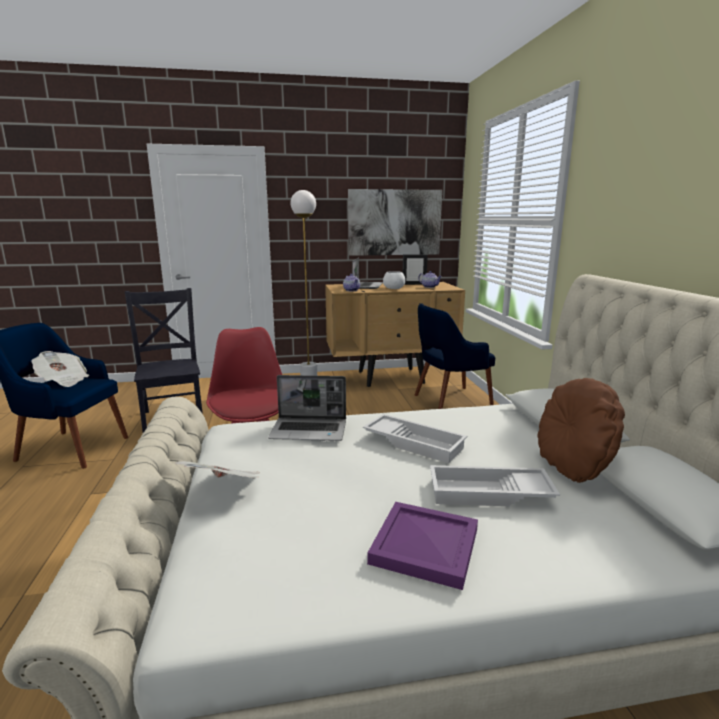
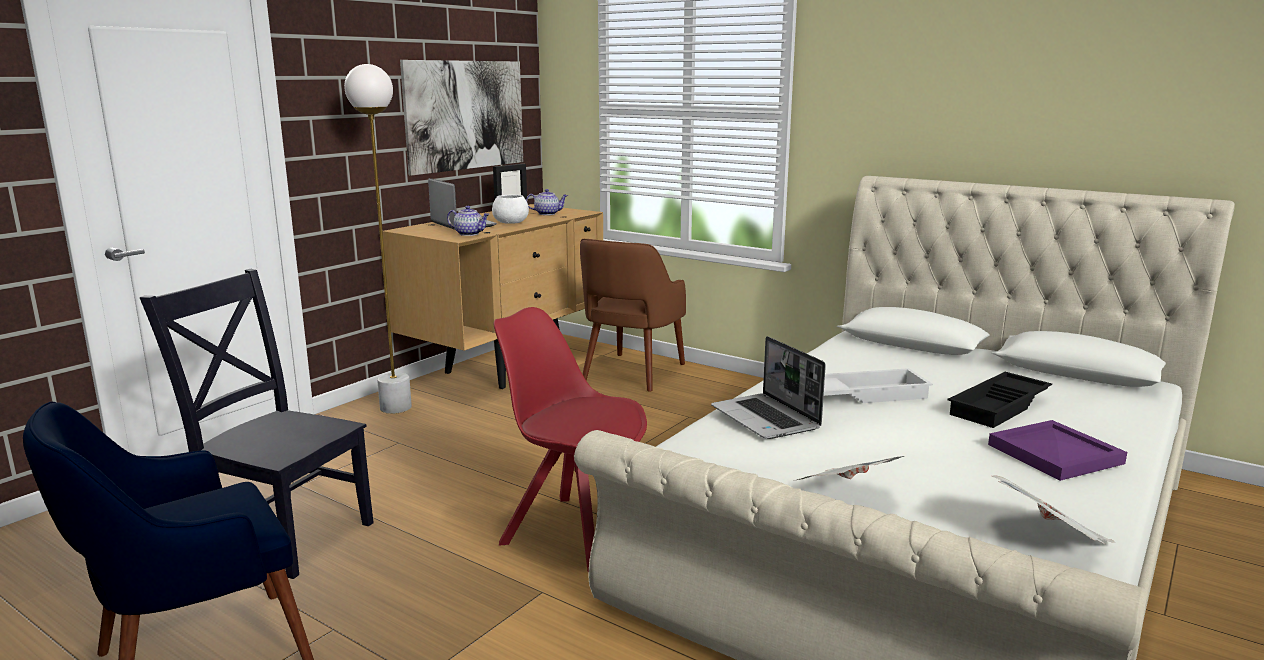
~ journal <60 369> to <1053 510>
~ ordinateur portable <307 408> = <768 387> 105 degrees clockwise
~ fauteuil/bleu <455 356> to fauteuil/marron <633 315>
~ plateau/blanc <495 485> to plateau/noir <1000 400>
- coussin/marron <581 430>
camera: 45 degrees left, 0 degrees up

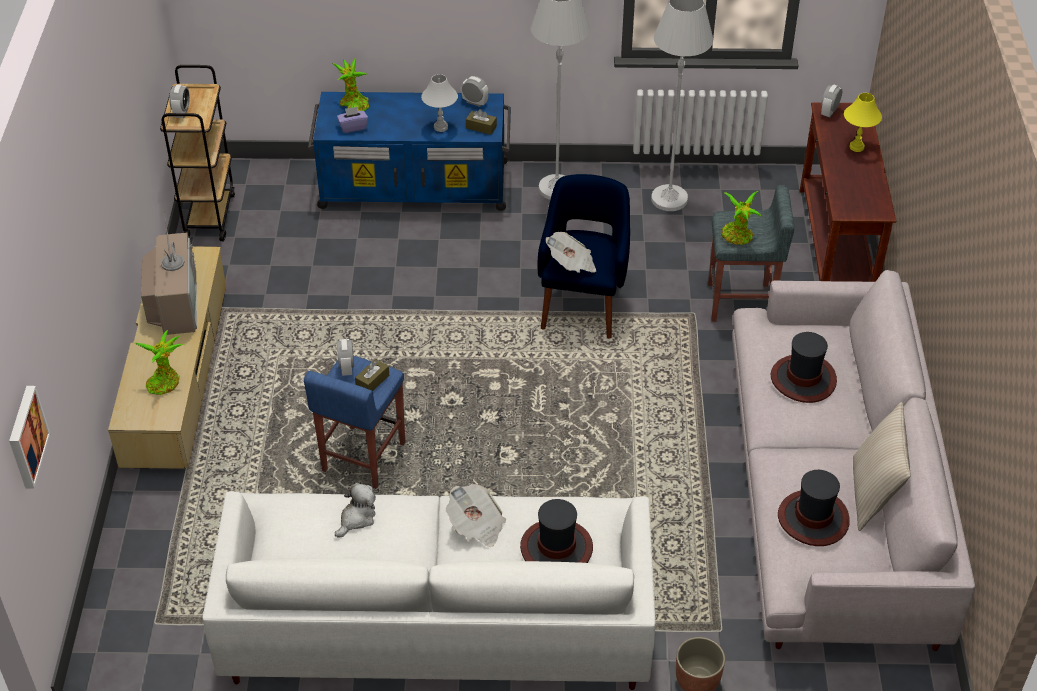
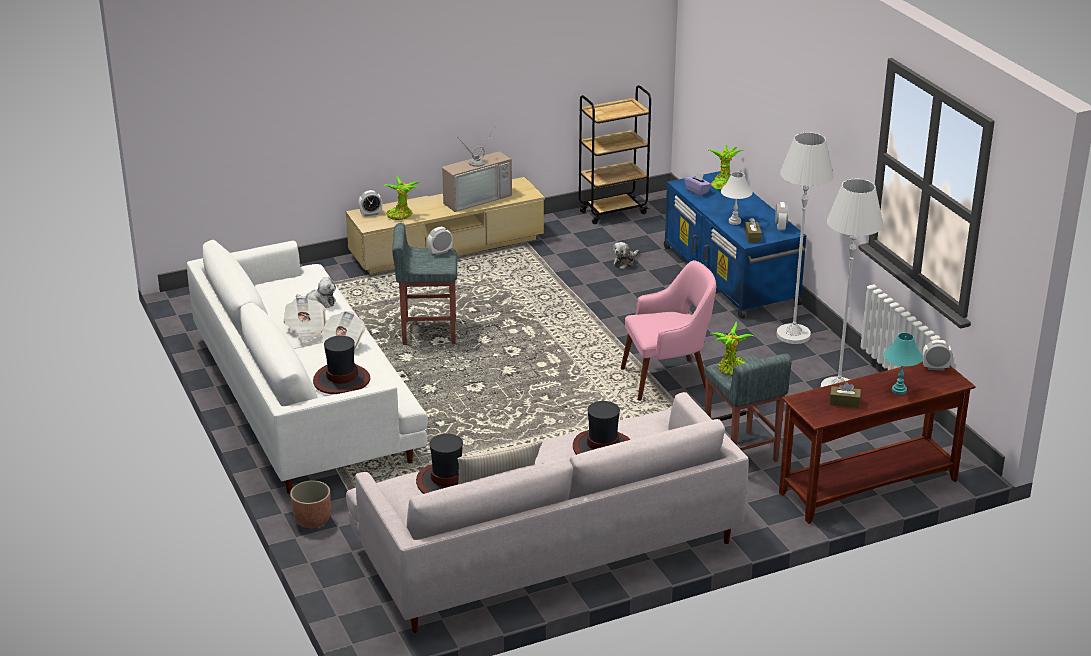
- tableau <29 437>
~ réveil <179 101> to <370 203>
~ tabouret/bleu <354 422> to tabouret/gris <424 284>
~ boîte à mouchoirs/marron <372 375> to <845 395>
~ fauteuil/bleu <584 256> to fauteuil/rose <668 330>
~ journal <571 252> to <305 319>
~ lampe de table/jaune <863 122> to lampe de table/turquoise <903 364>
+ peluche <626 255>
camera: 65 degrees right, 15 degrees down

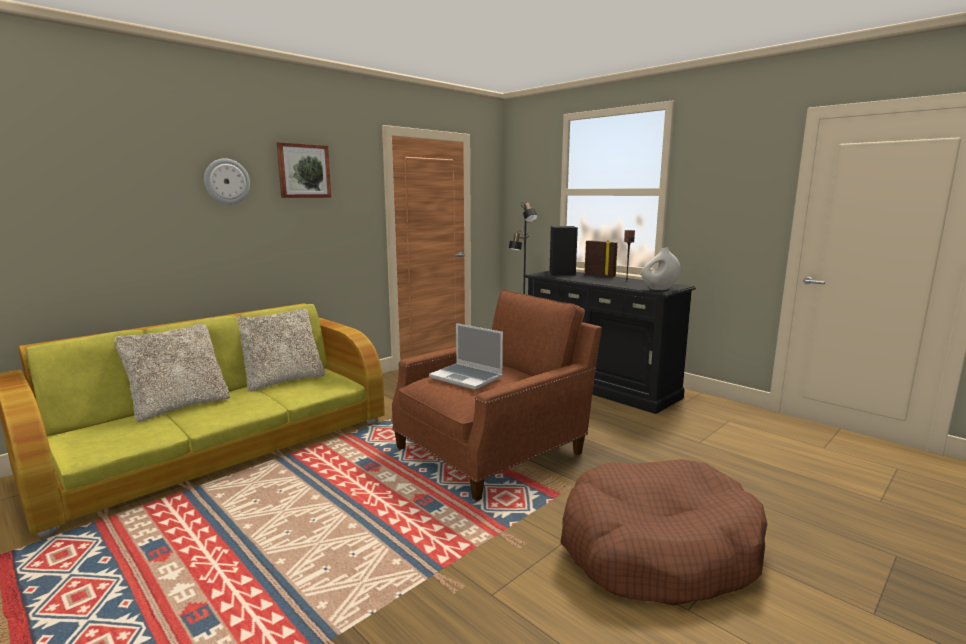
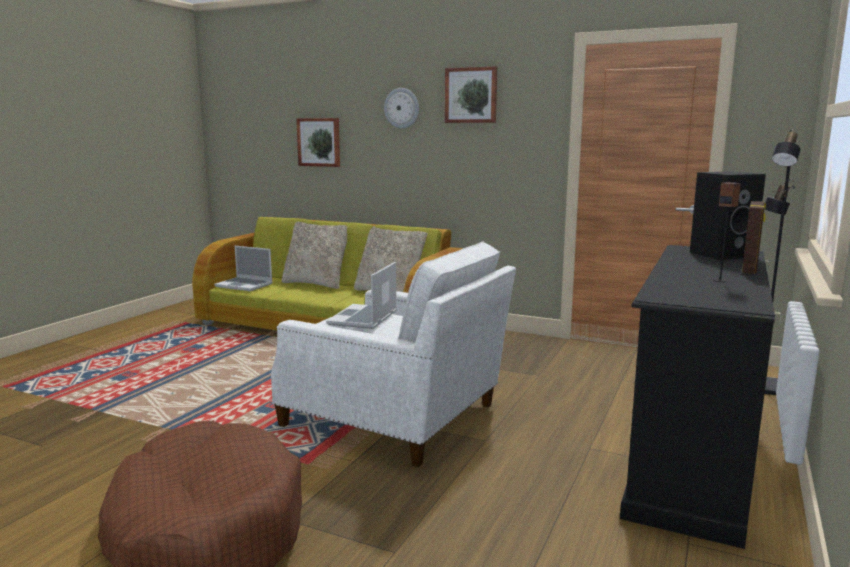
~ fauteuil/marron <497 395> to fauteuil/blanc <393 354>
- vase/blanc <660 269>
+ ordinateur portable <243 268>
+ tableau <318 142>
camera: 70 degrees right, 0 degrees up

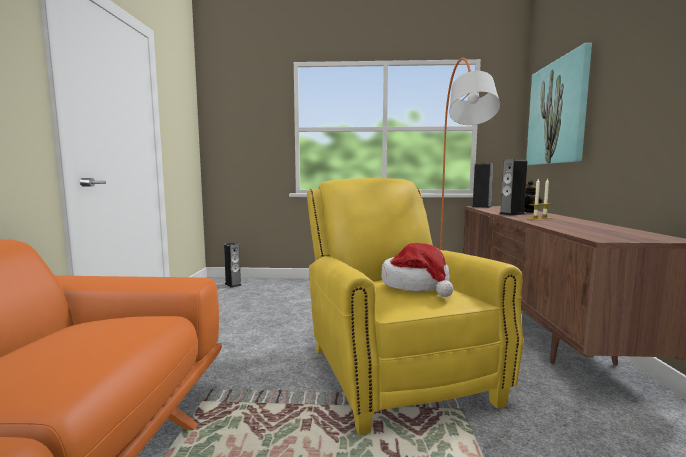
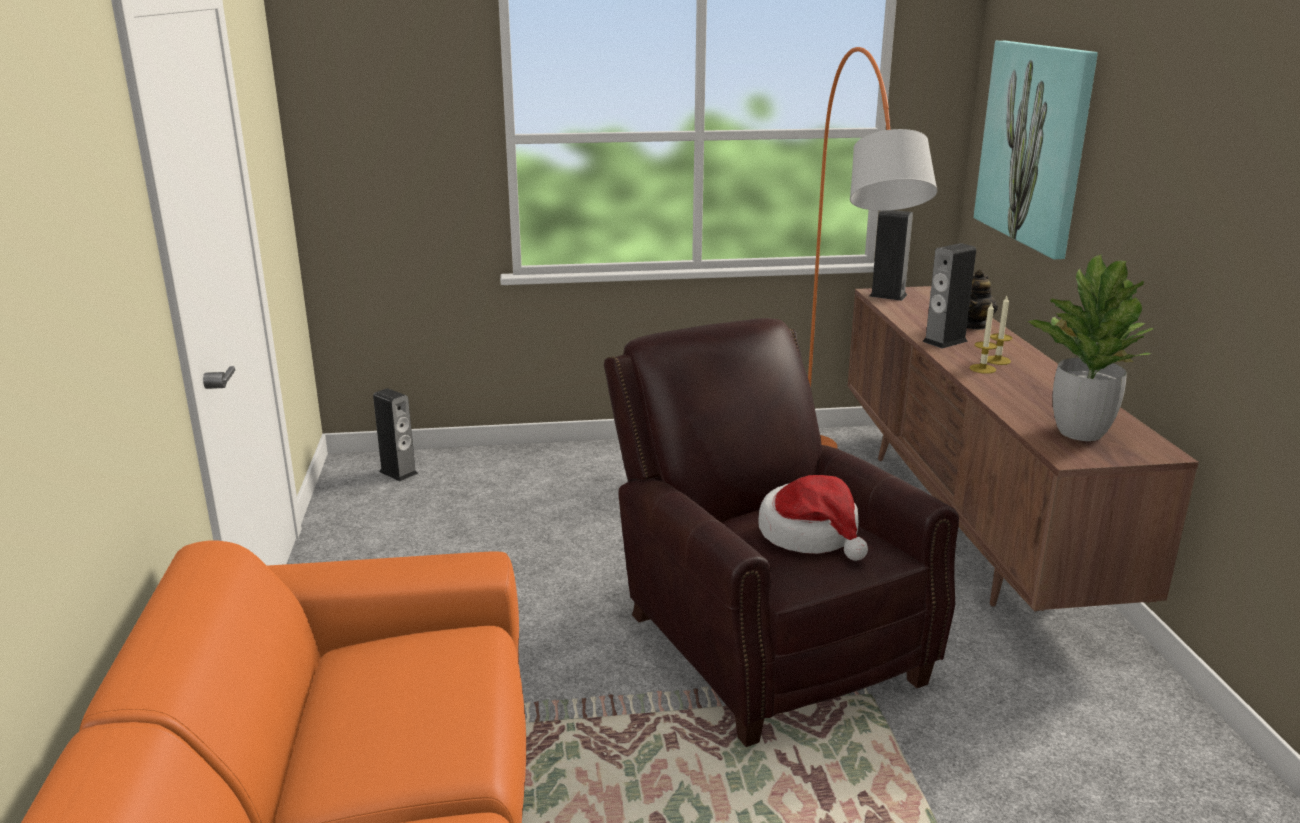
~ fauteuil/jaune <415 306> to fauteuil/marron <781 532>
+ plante en pot <1090 347>
camera: 10 degrees left, 15 degrees up

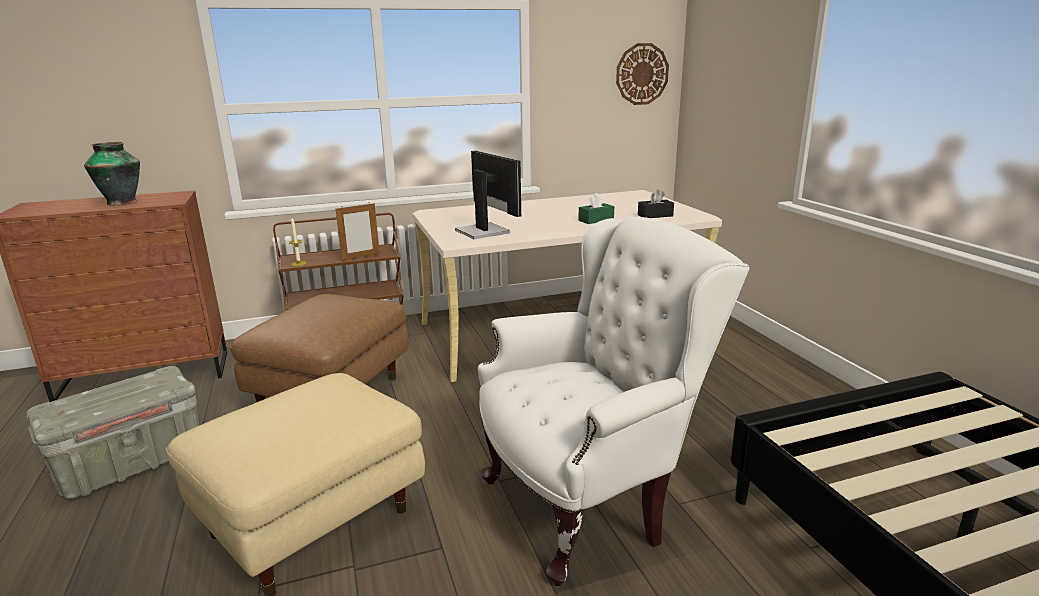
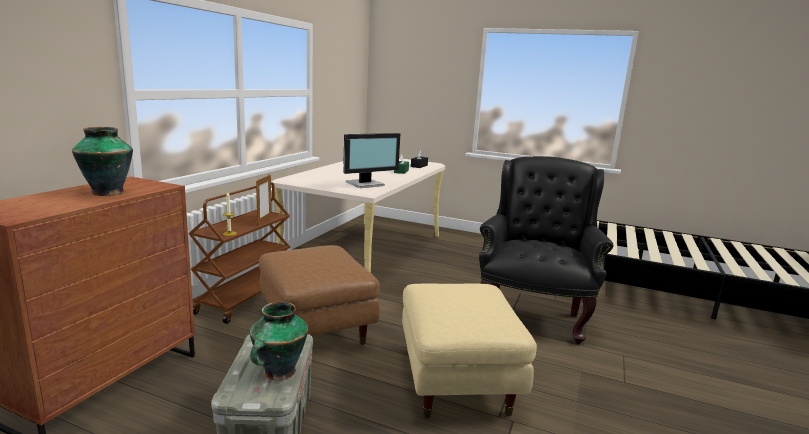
~ écran d'ordinateur <488 195> = <371 160> 135 degrees clockwise
~ fauteuil/blanc <614 401> to fauteuil/noir <546 250>
- horloge murale <642 74>
+ vase <279 341>
camera: 50 degrees left, 5 degrees down

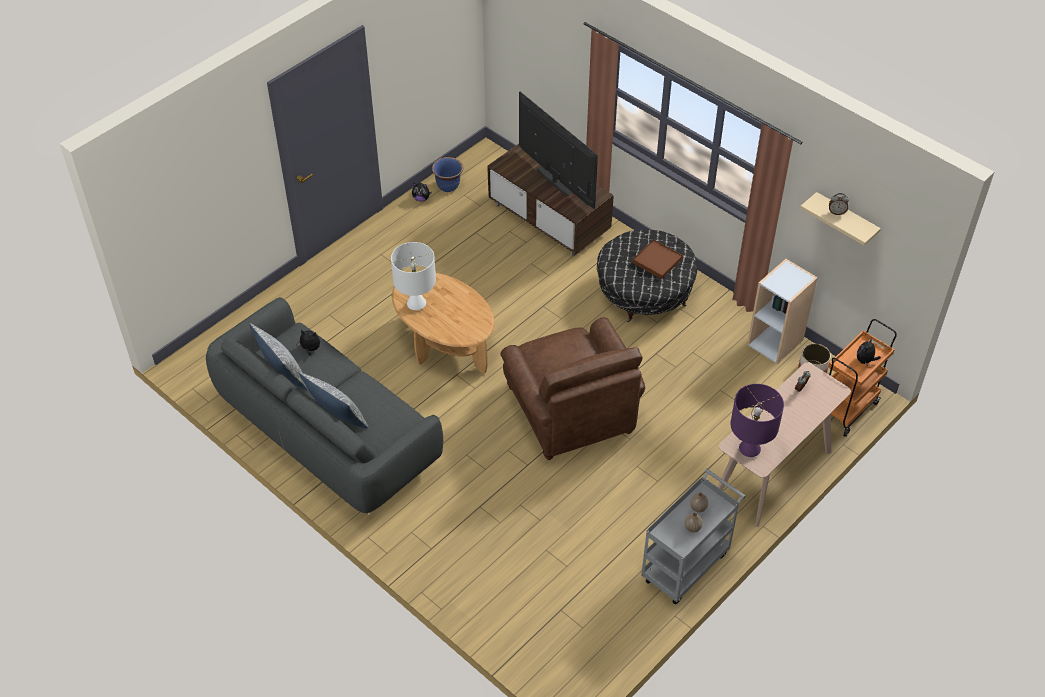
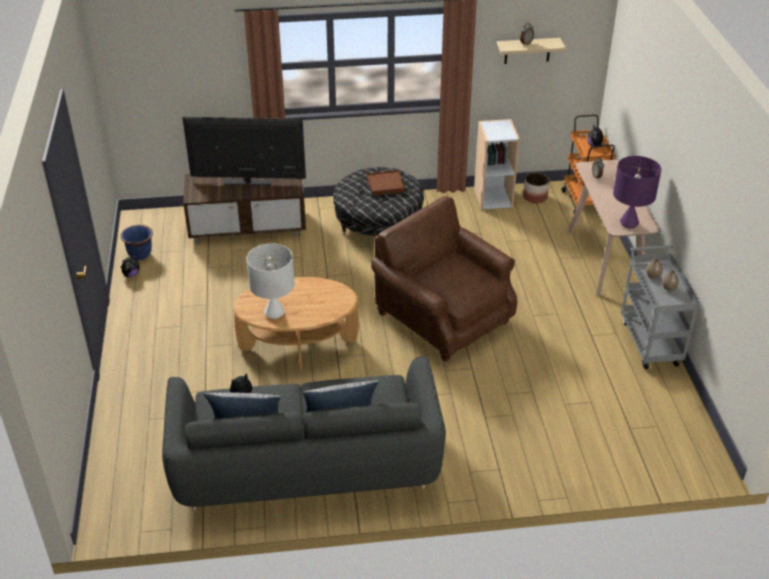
~ fauteuil/marron <572 388> = <444 278> 150 degrees counterclockwise
camera: 50 degrees left, 10 degrees down

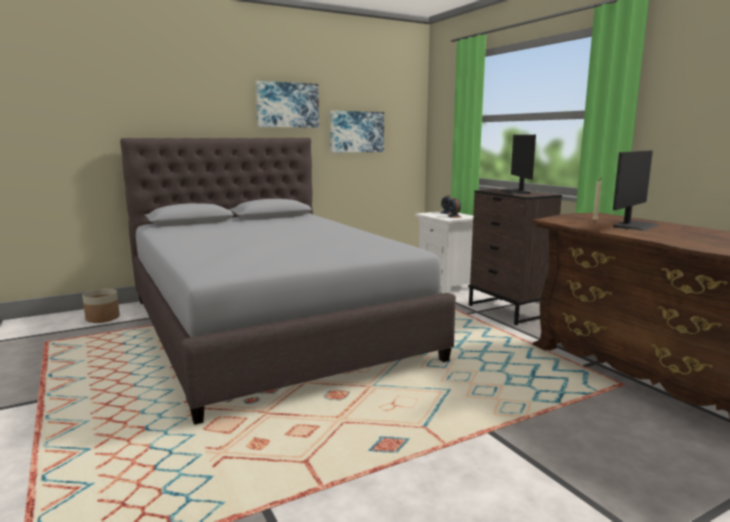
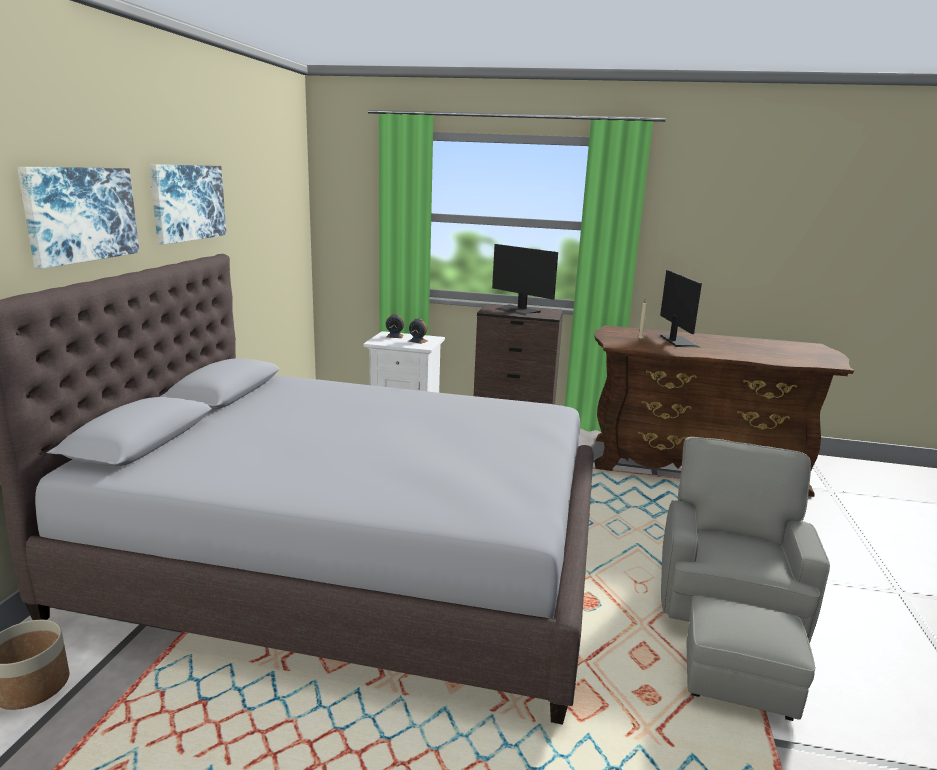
~ tableau <357 132> to <78 218>
+ fauteuil/gris <745 579>
camera: 50 degrees left, 5 degrees up

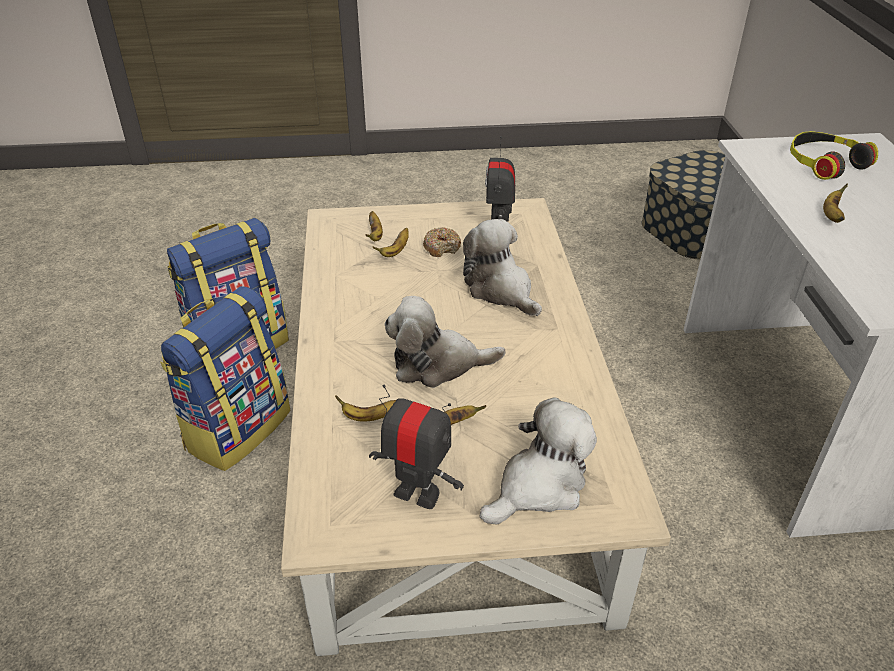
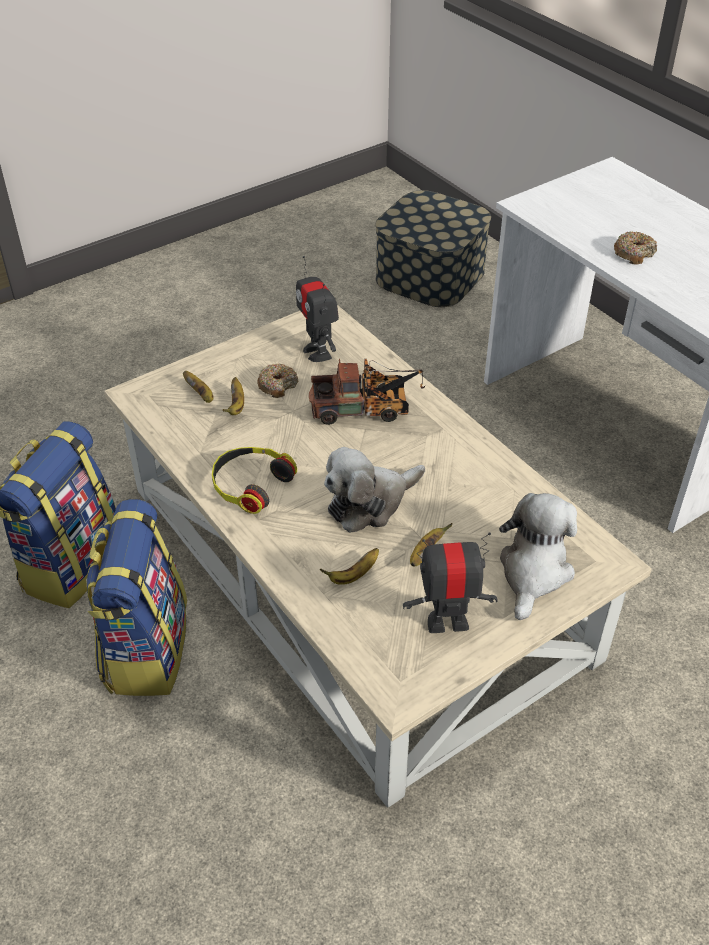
~ peluche <502 267> to camion jouet <367 391>
~ casque audio <834 155> to <254 480>
~ banane <835 203> to beignet <635 248>
camera: 30 degrees left, 5 degrees up

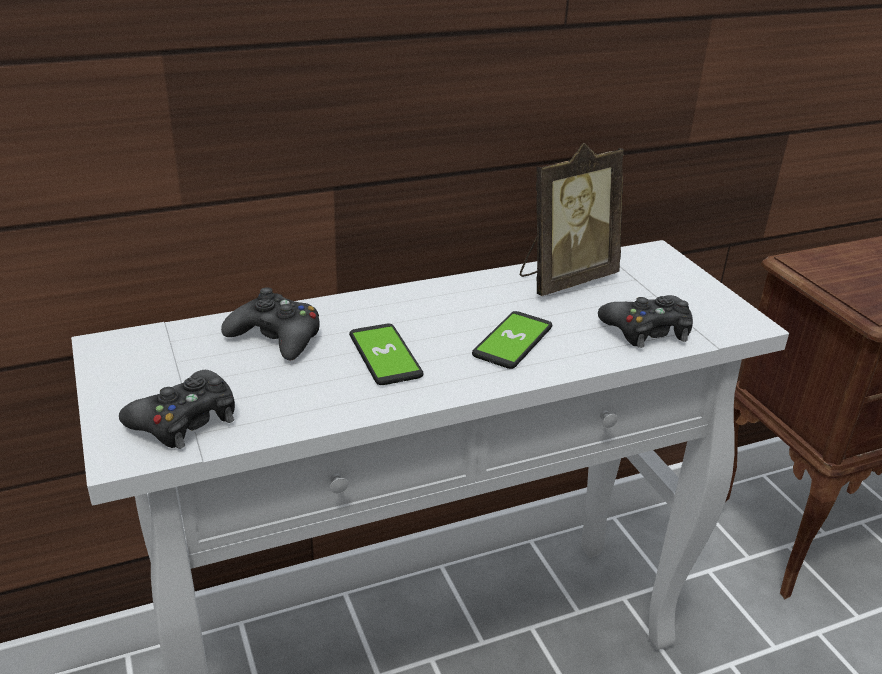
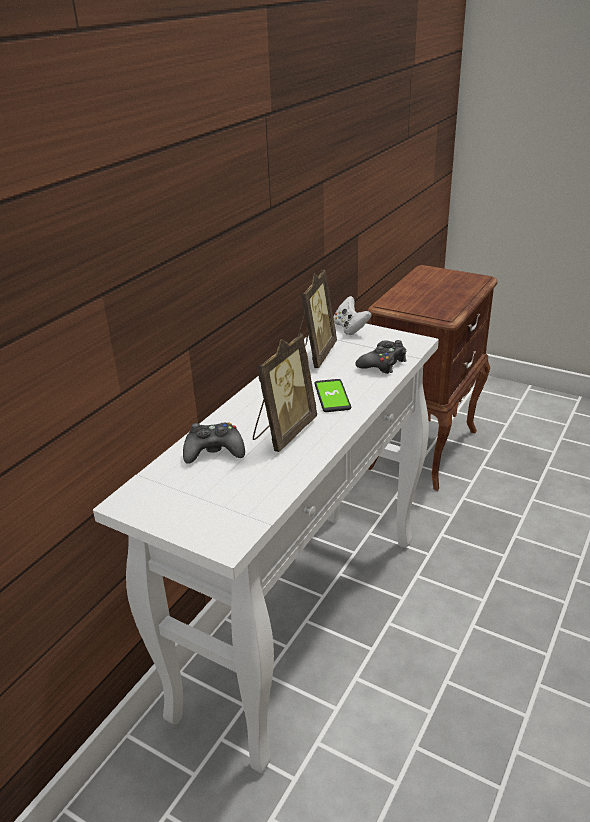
- manette/noir <177 409>
~ téléphone <386 354> to cadre photo <285 393>
+ manette/blanc <352 315>
camera: 35 degrees left, 0 degrees up

